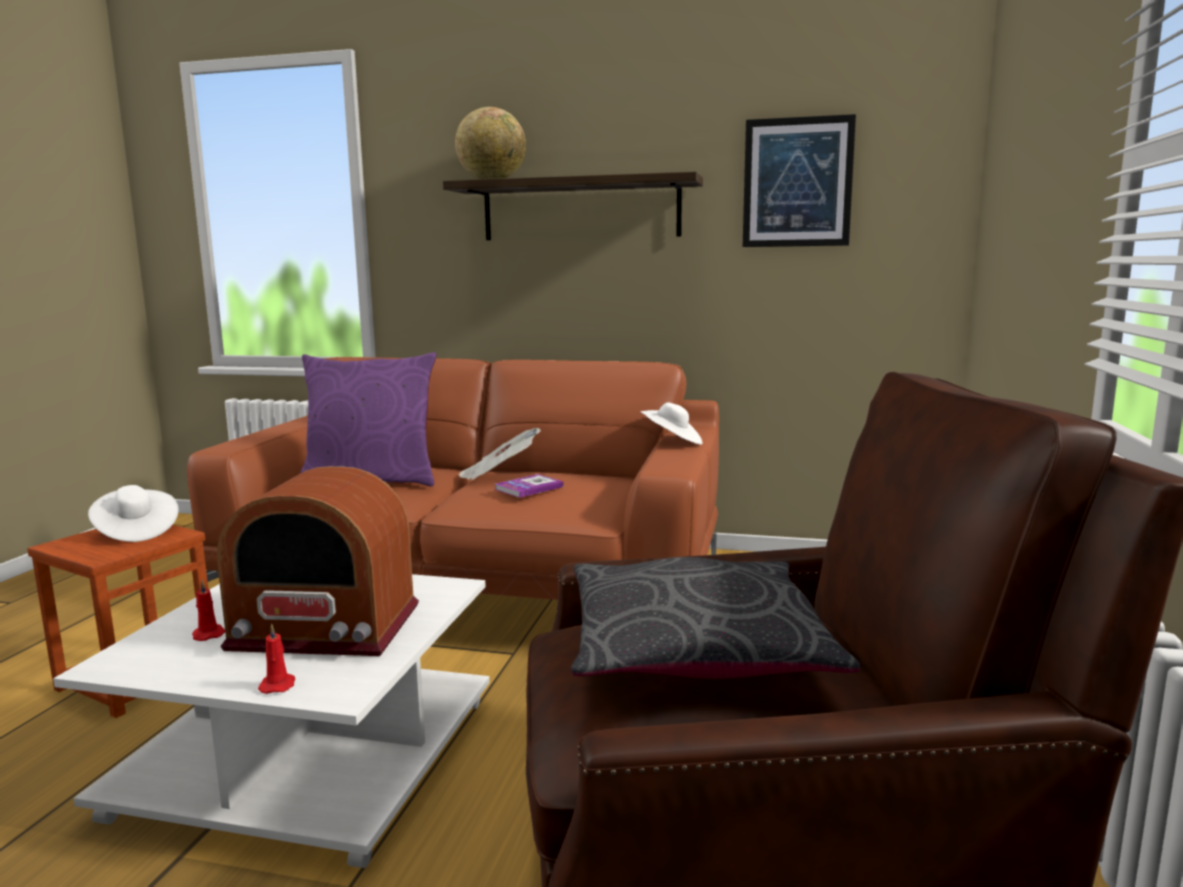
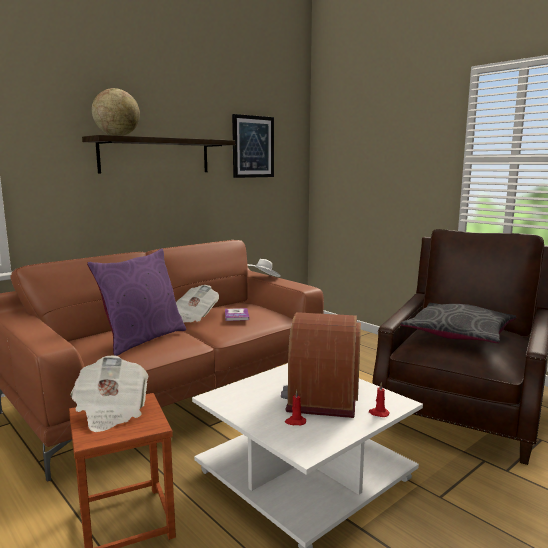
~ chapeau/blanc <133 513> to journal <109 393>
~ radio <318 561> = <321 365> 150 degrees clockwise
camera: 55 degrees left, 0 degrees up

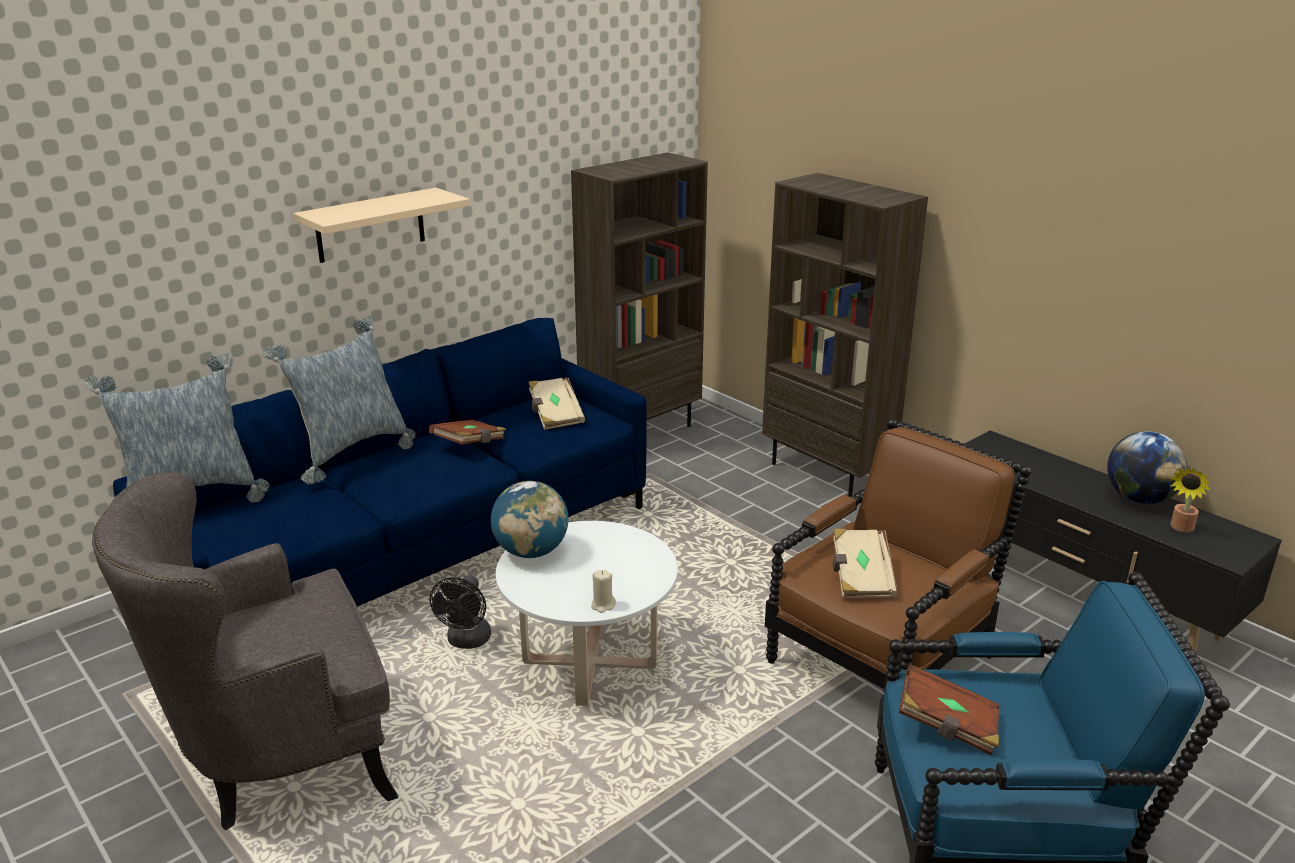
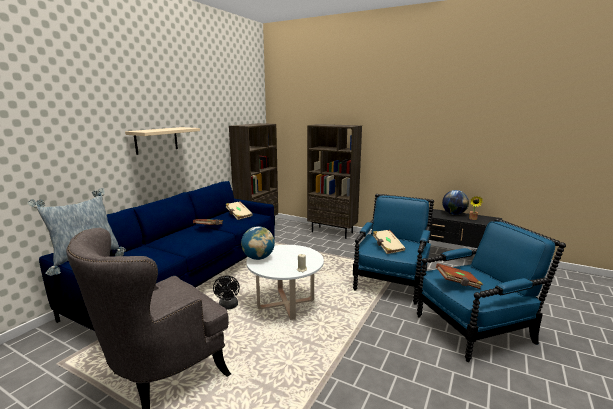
- coussin <339 400>
~ fauteuil/marron <898 554> to fauteuil/bleu <393 249>
camera: 20 degrees left, 10 degrees down

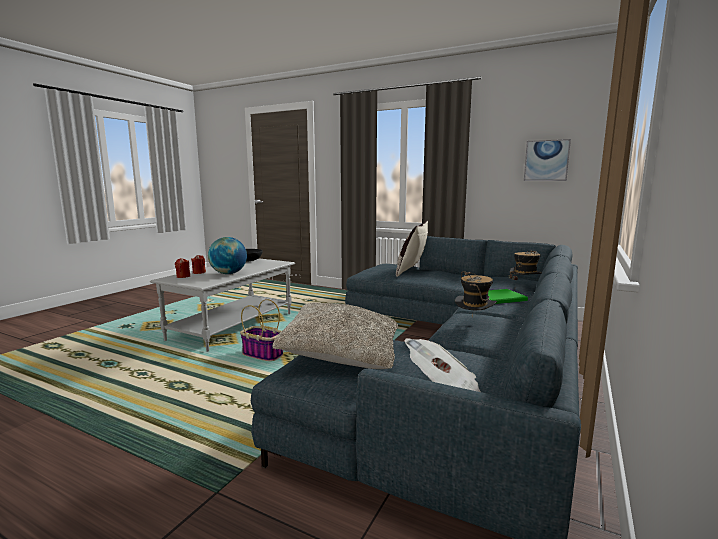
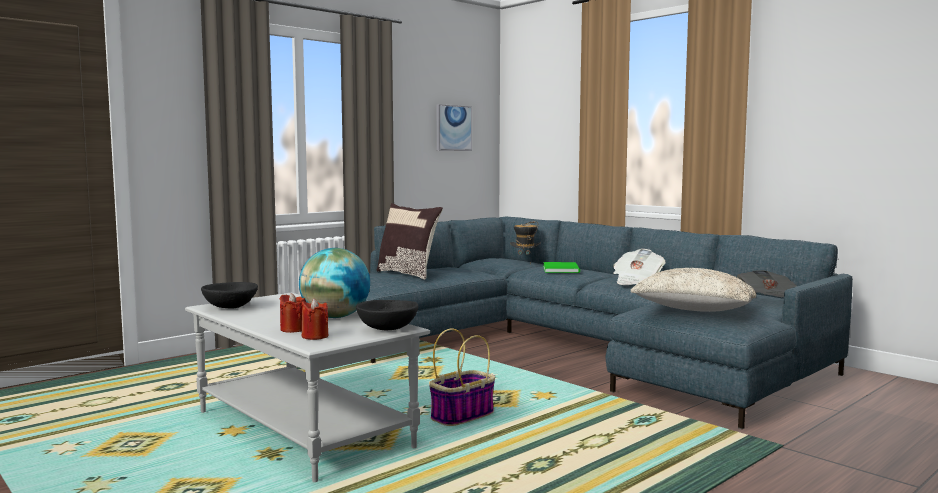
~ chapeau <476 291> to journal <639 267>
+ bol/noir <387 315>
camera: 70 degrees left, 5 degrees down

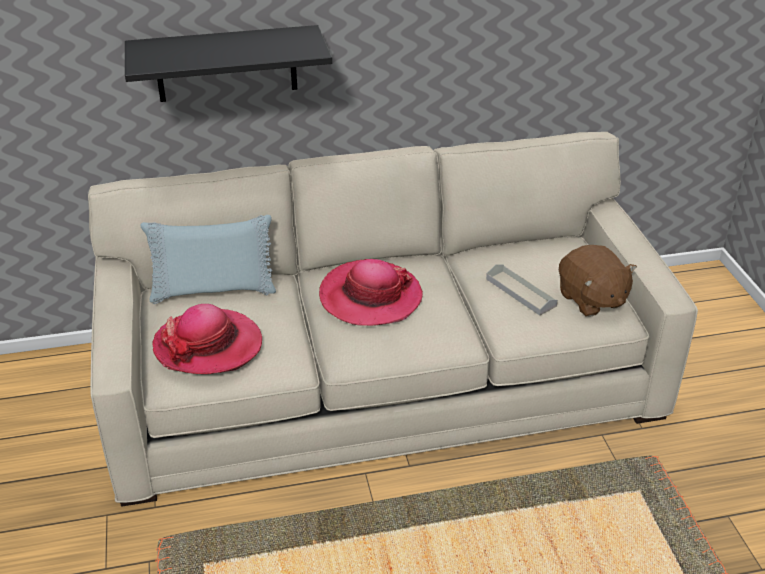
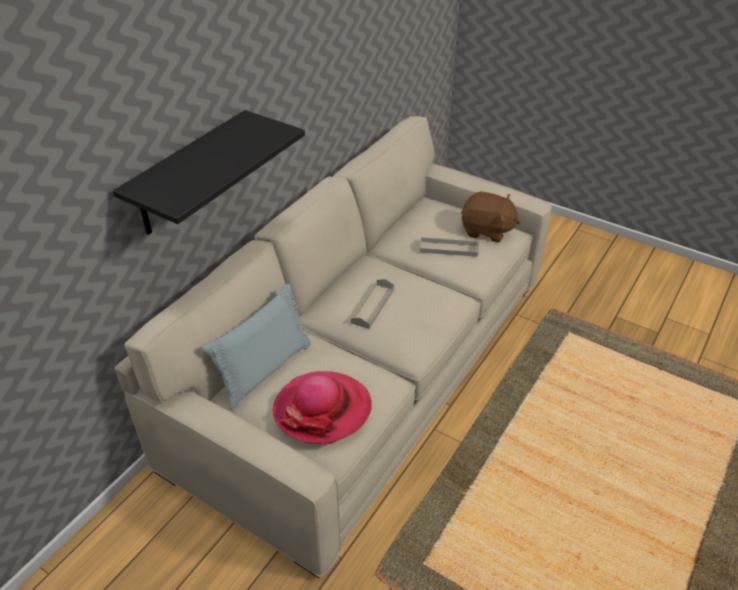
~ chapeau <371 292> to plateau/gris <372 304>
camera: 45 degrees left, 5 degrees up

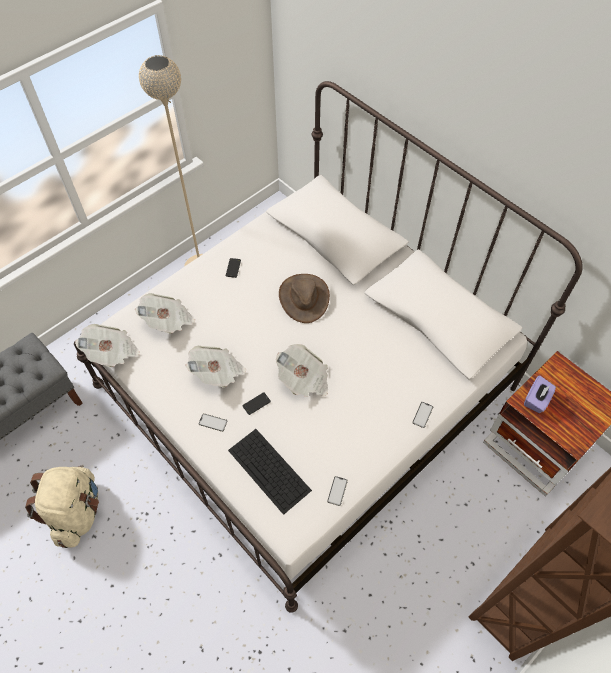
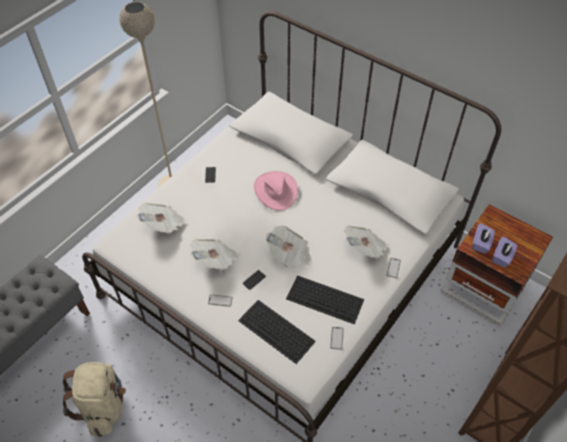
~ journal <107 345> to <366 242>
~ chapeau/marron <304 298> to chapeau/rose <276 191>
+ clavier <325 299>
+ boîte à mouchoirs/violet <505 251>
camera: 10 degrees left, 5 degrees down

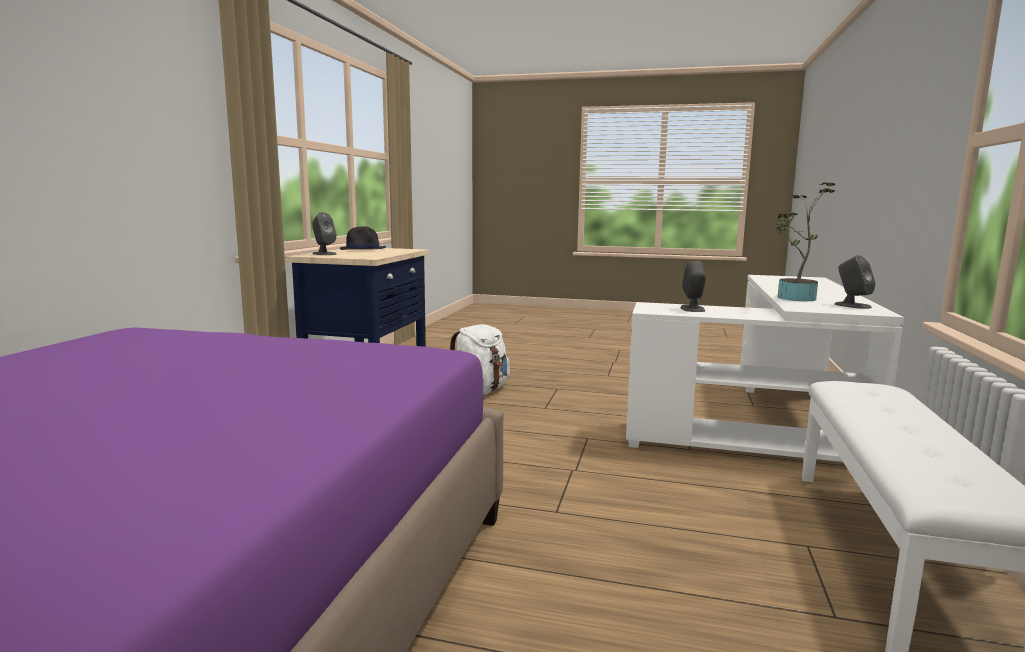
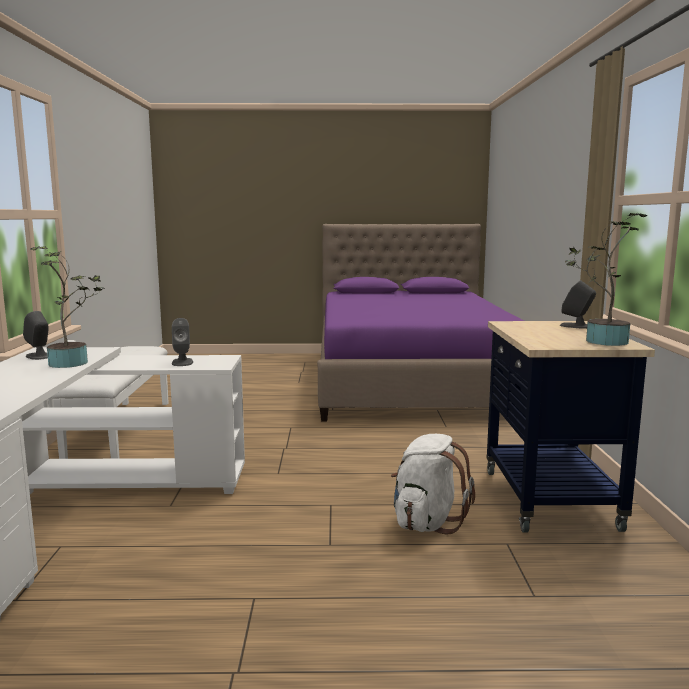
~ chapeau/noir <363 238> to plante en pot <606 279>
camera: 165 degrees right, 0 degrees up

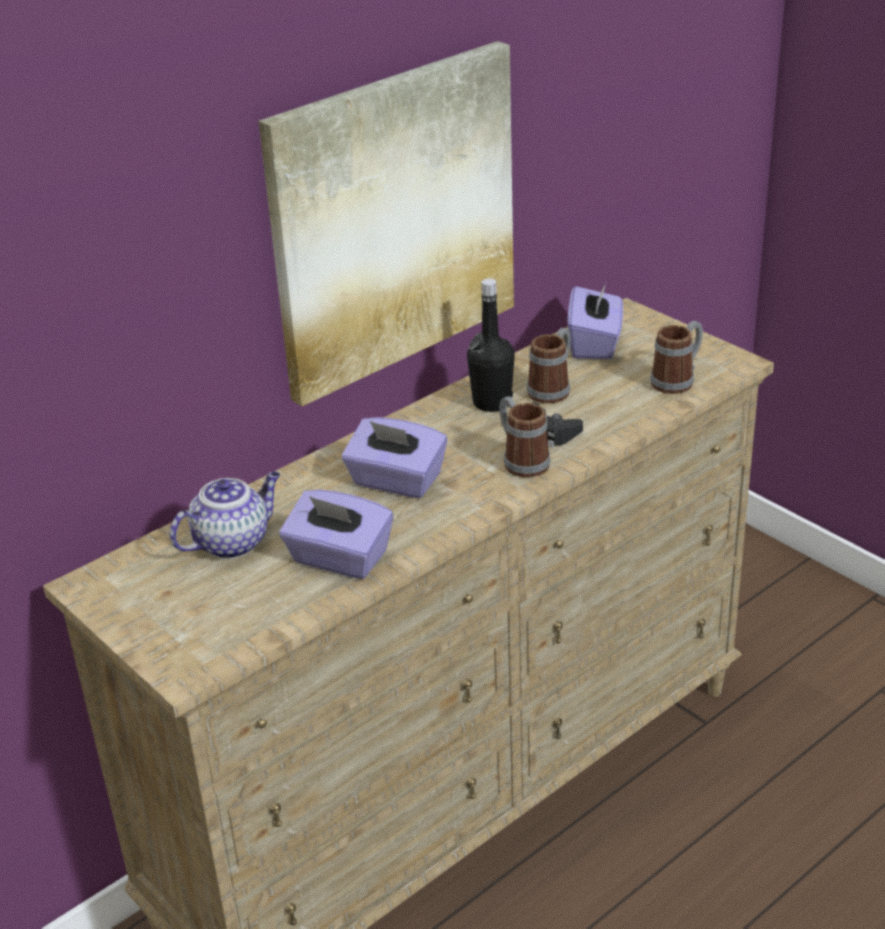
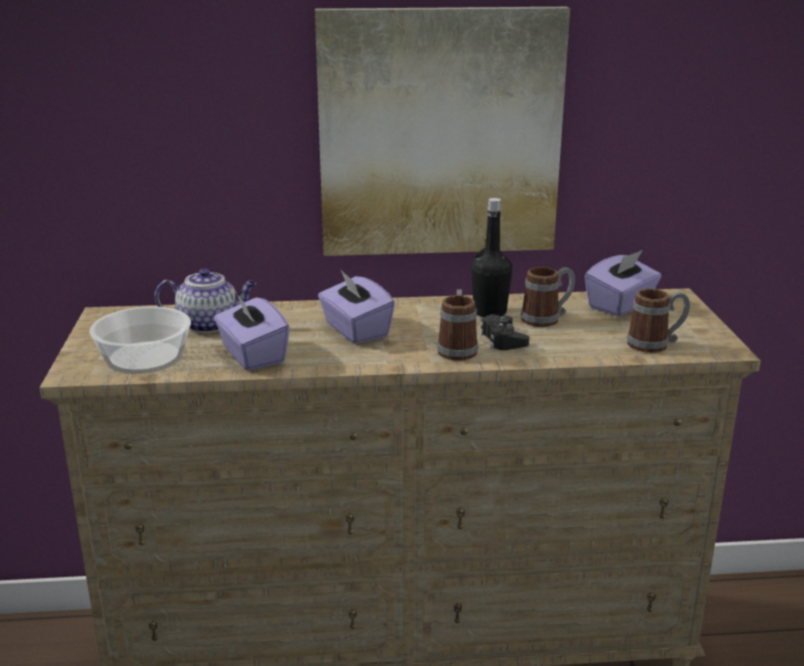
+ bol <140 340>
camera: 35 degrees right, 10 degrees down

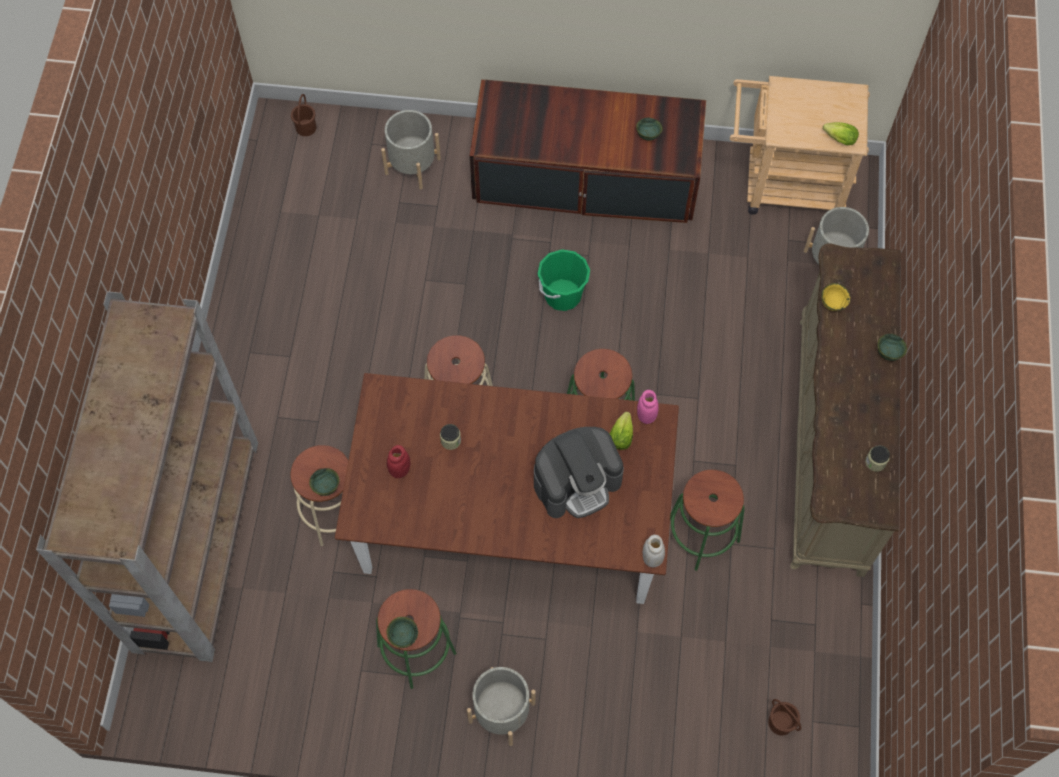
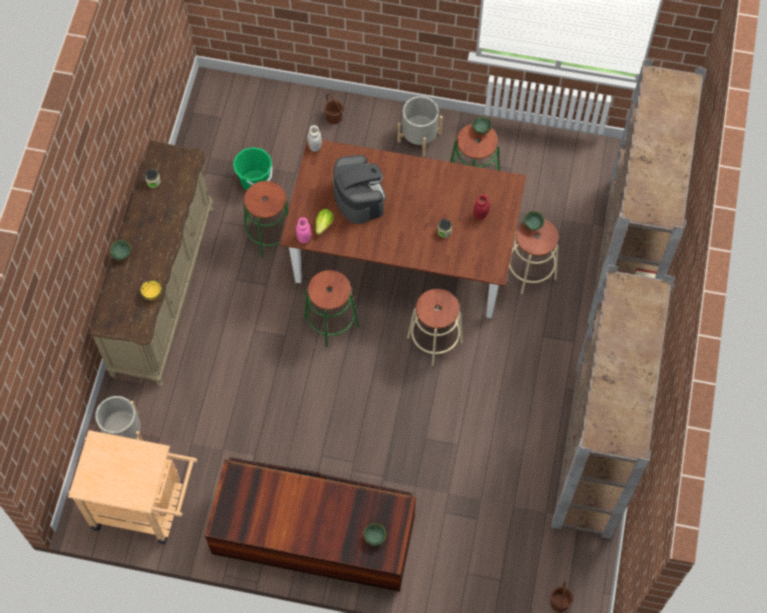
- cache-pot/gris <411 149>
~ machine à café <579 472> = <359 189> 90 degrees clockwise
~ seau/vert <564 280> to <252 169>
~ bol/vert <649 129> to <374 534>
~ seau/marron <784 717> to <333 109>
- laitue <841 133>
+ bibliothèque/marron <613 402>
camera: 175 degrees left, 0 degrees up

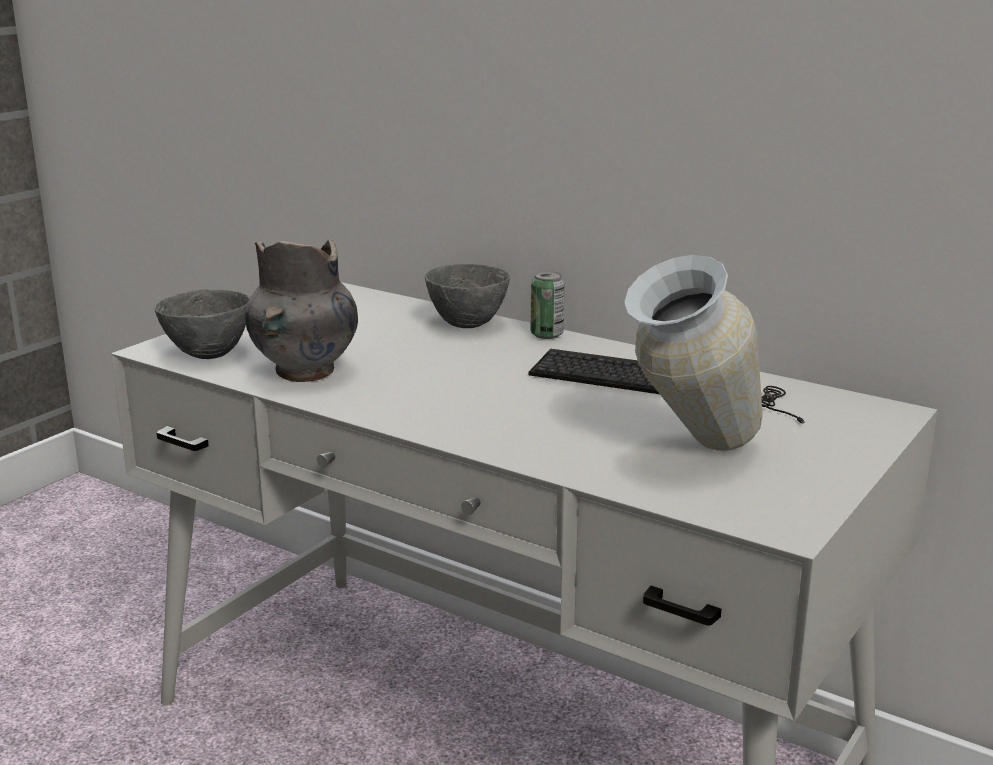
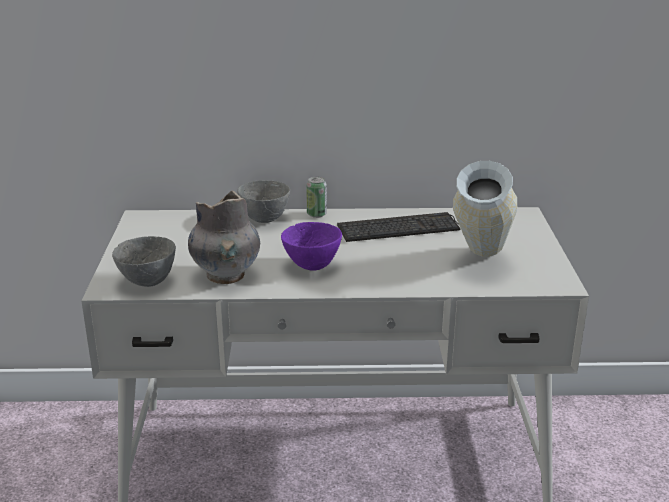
+ bol/violet <311 246>
camera: 35 degrees left, 5 degrees up

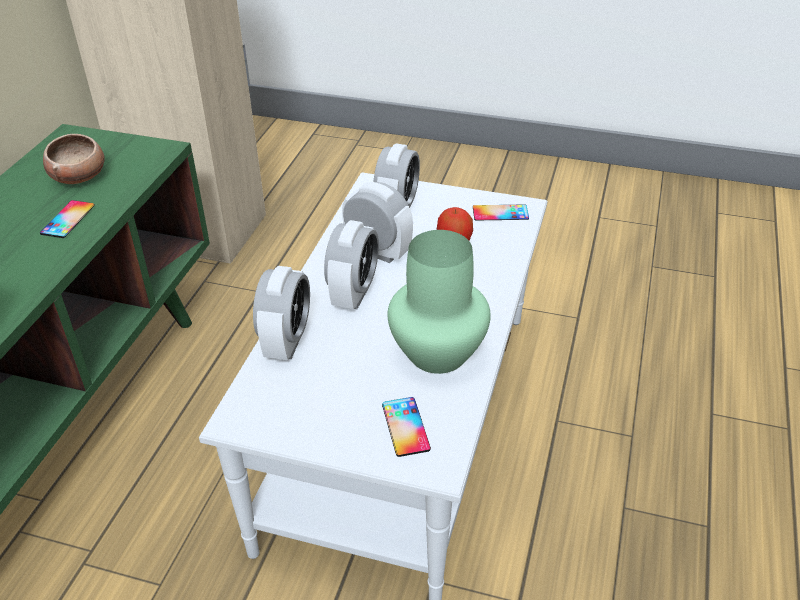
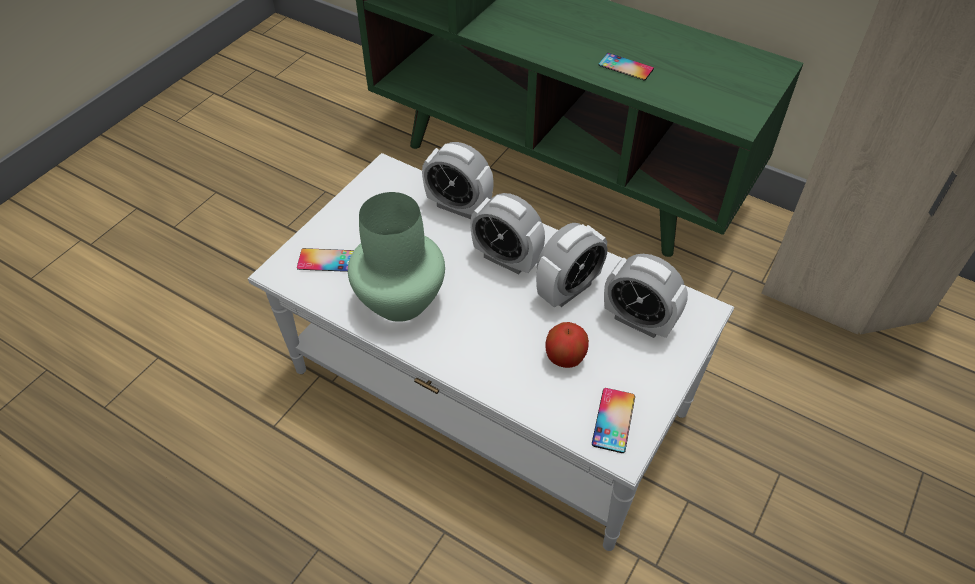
- bol <74 159>
camera: 105 degrees right, 10 degrees up

